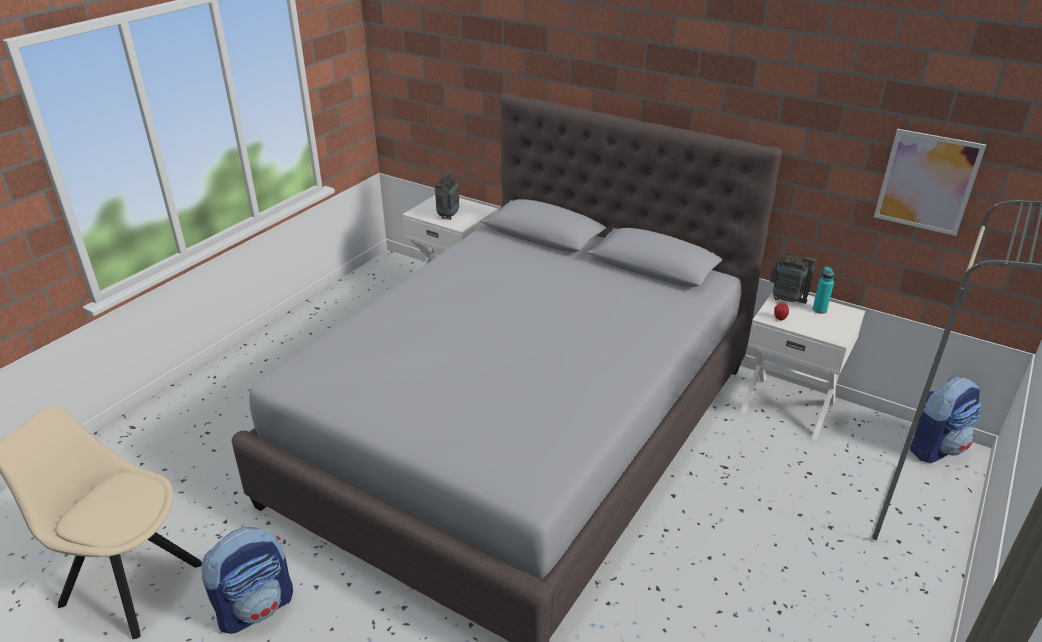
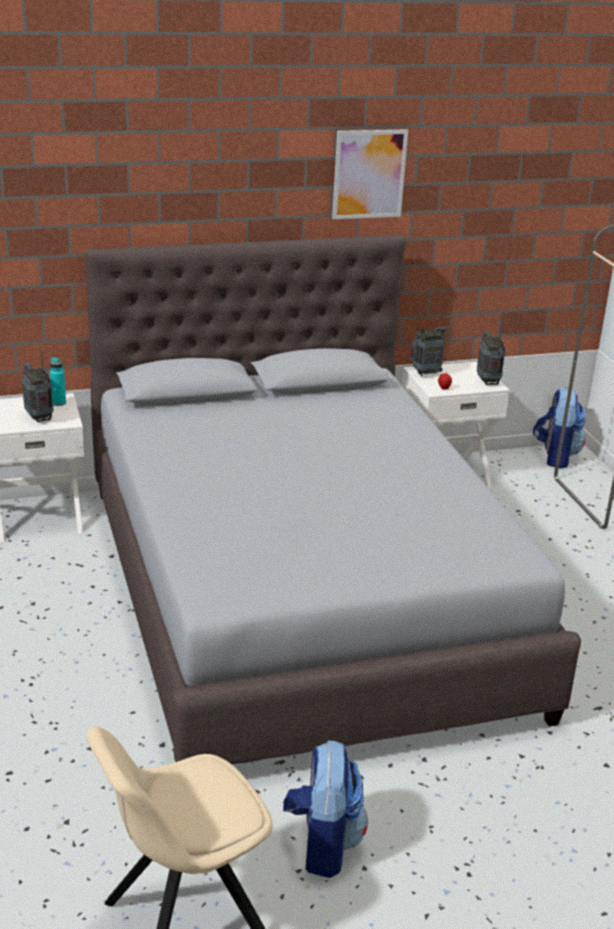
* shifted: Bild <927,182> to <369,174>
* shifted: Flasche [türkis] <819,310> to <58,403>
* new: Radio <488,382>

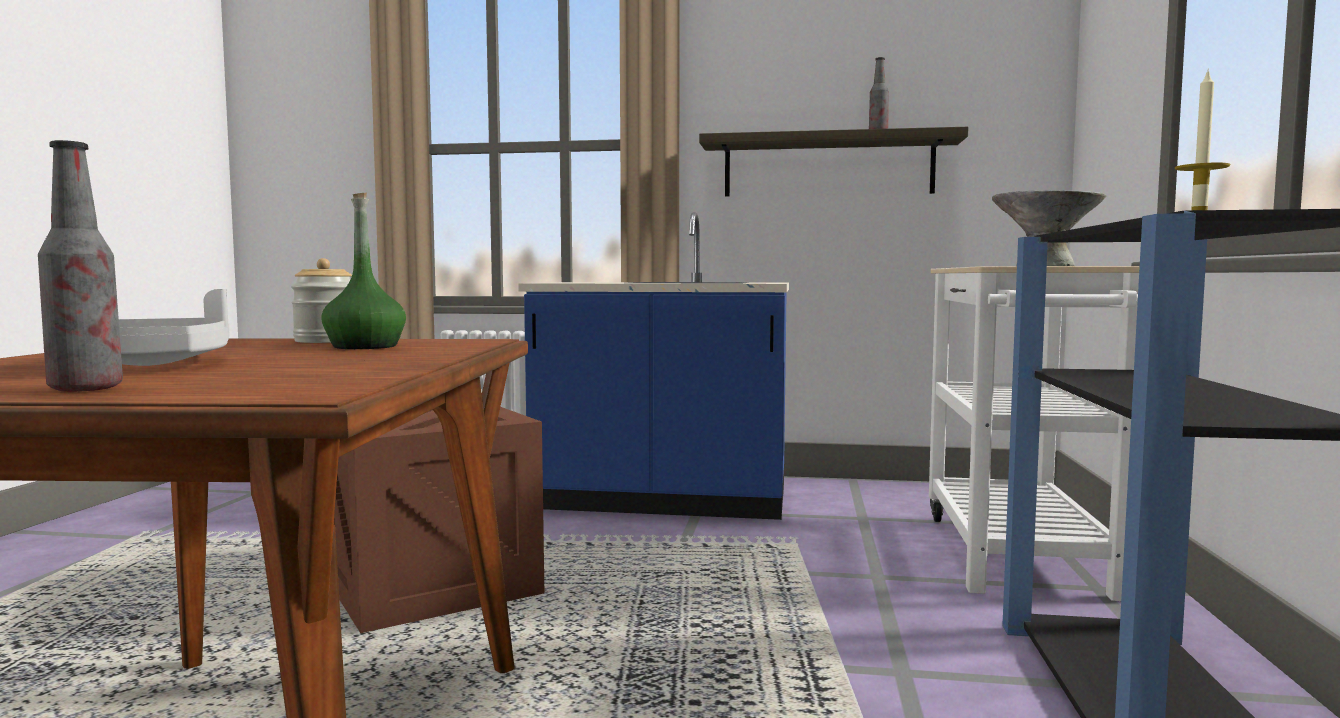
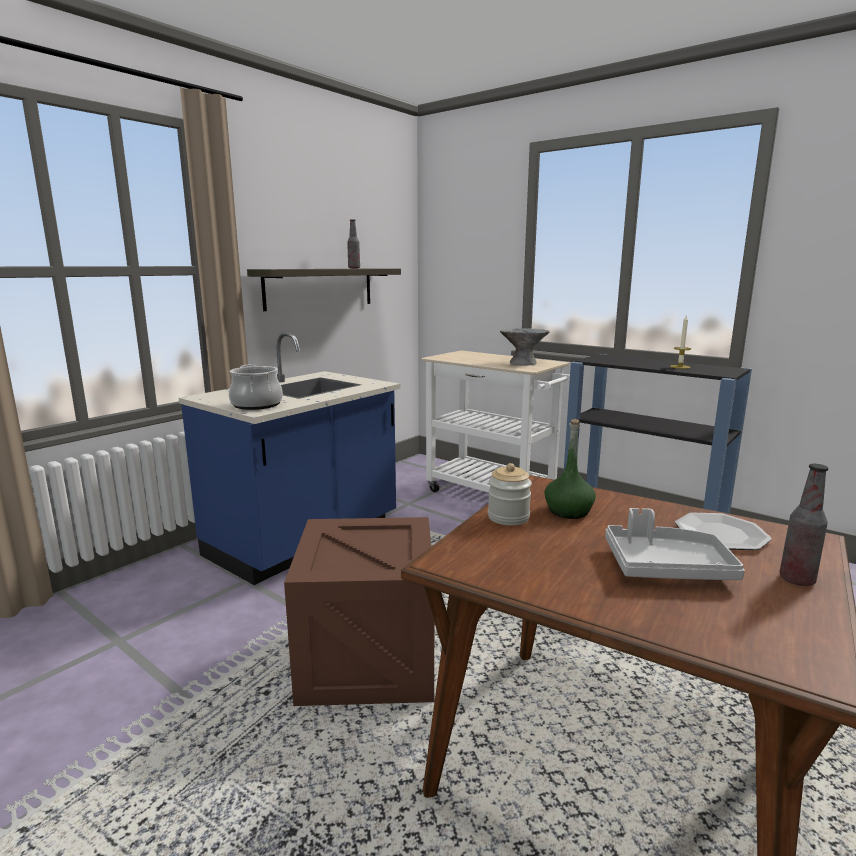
* new: Kochtopf <257,405>
* new: Teller <720,534>

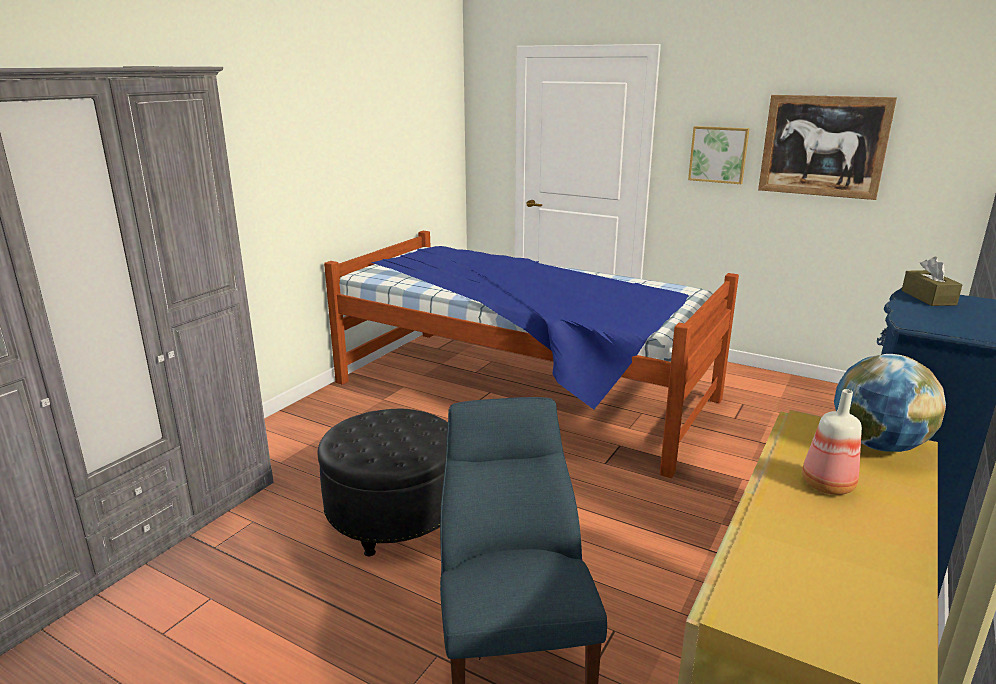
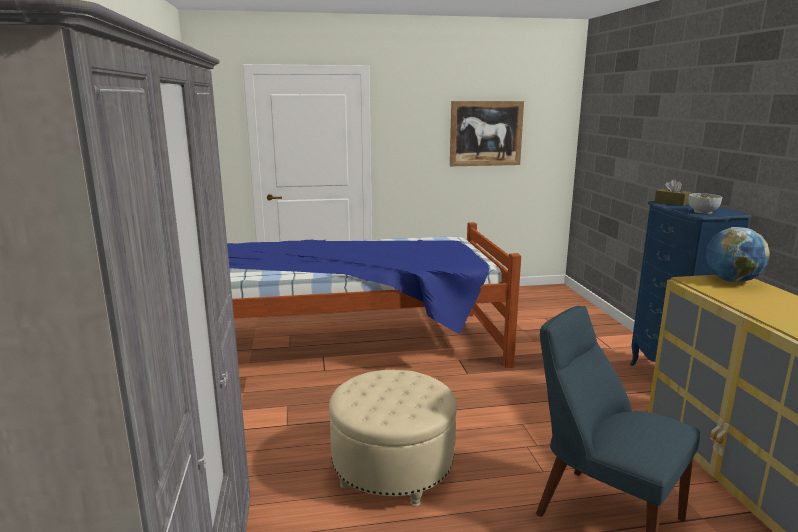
* gone: Bild <718,154>
* gone: Flasche <827,486>
* repainted: Polsterhocker [schwarz] <394,517> to Polsterhocker [beige] <393,470>
* new: Schüssel <702,212>

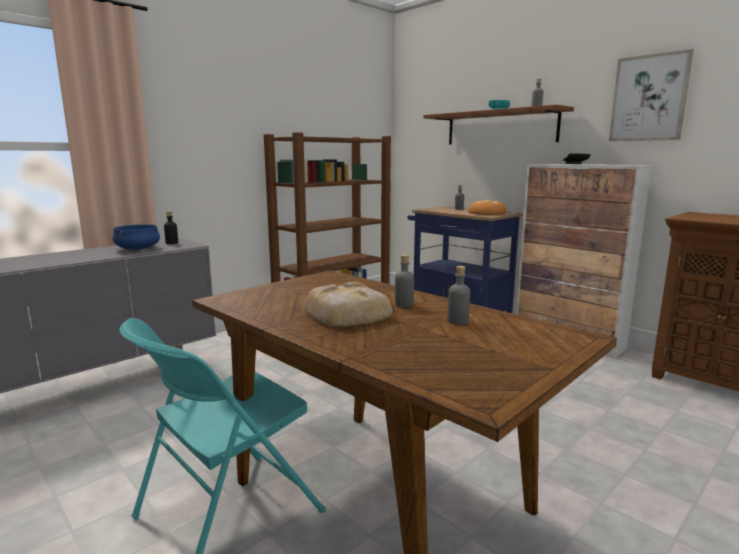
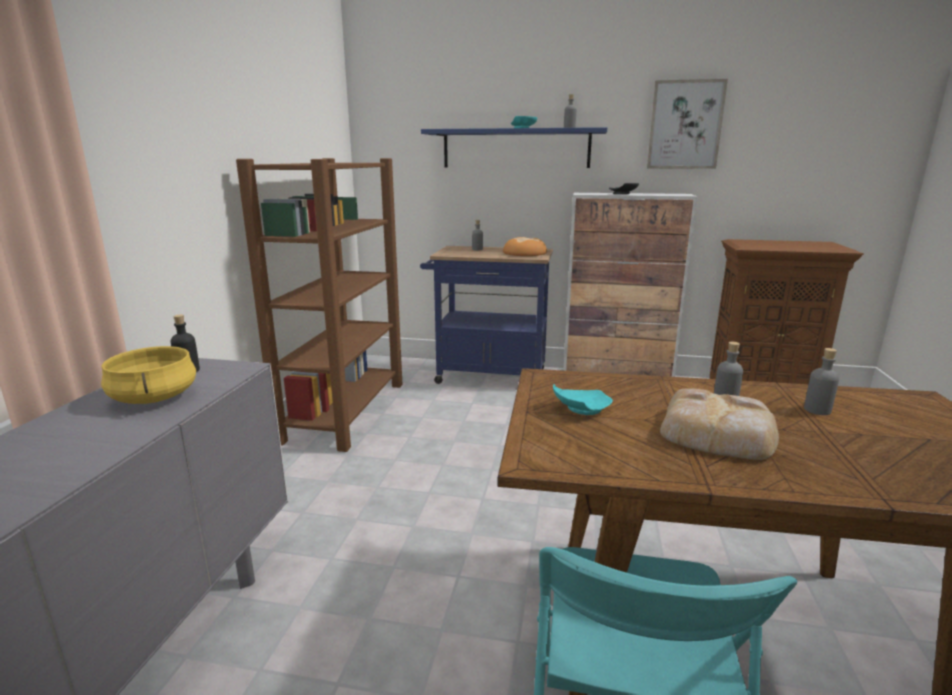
* repainted: Wandregal [braun] <500,128> to Wandregal [blau] <516,149>
* repainted: Kochtopf [blau] <137,248> to Kochtopf [gelb] <153,397>
* new: Teller [türkis] <580,409>

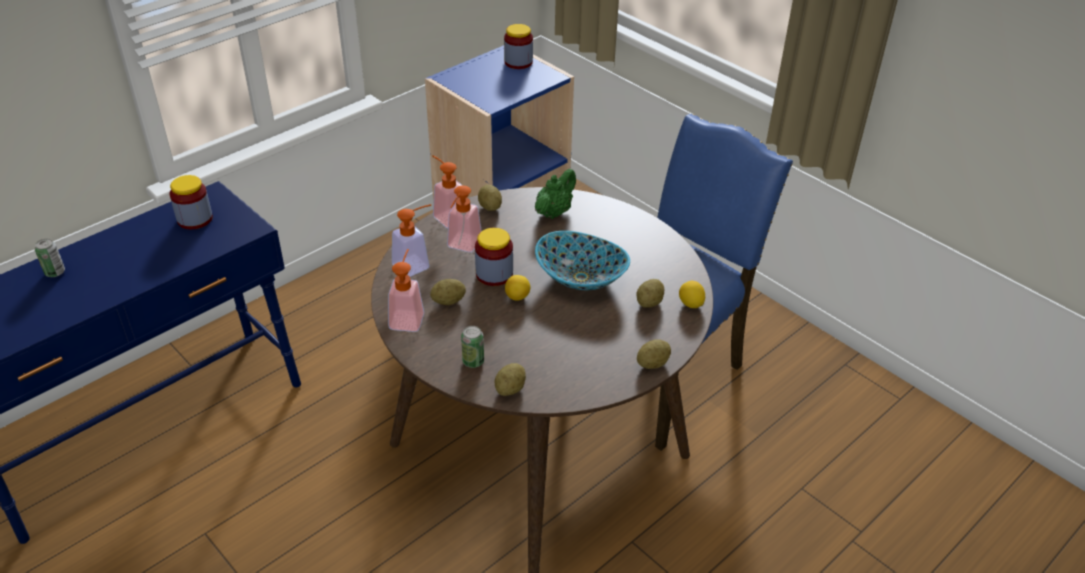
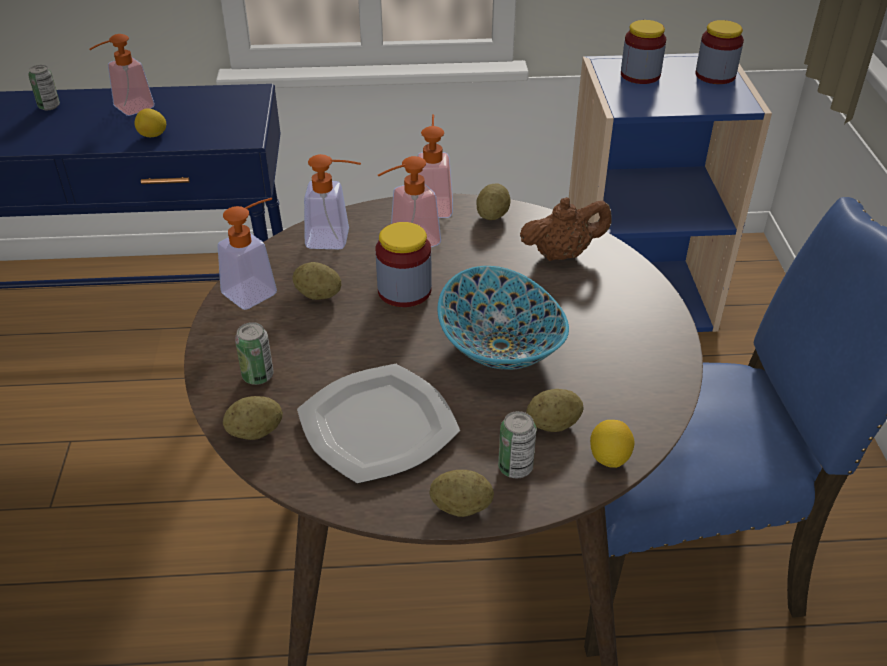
* repainted: Teekanne [grün] <554,212> to Teekanne [braun] <562,254>
* shifted: Vorratsglas <195,219> to <640,75>
* shifted: Zitrone <517,297> to <153,136>
* new: Seifenspender <128,109>
* new: Teller <377,427>
* new: Dose <515,467>

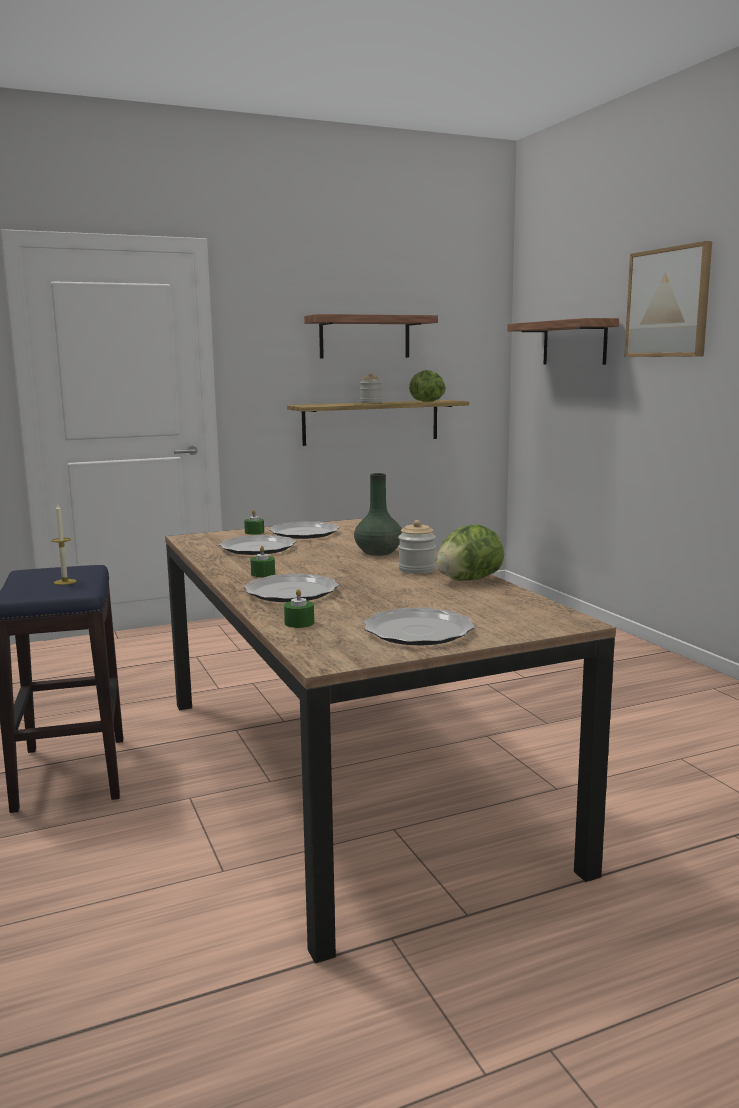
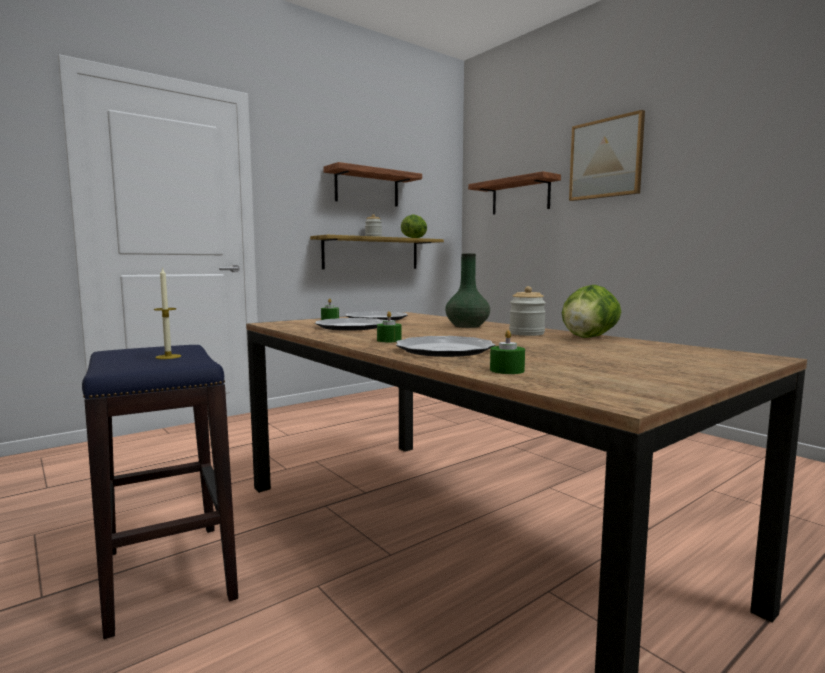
* gone: Teller <419,631>

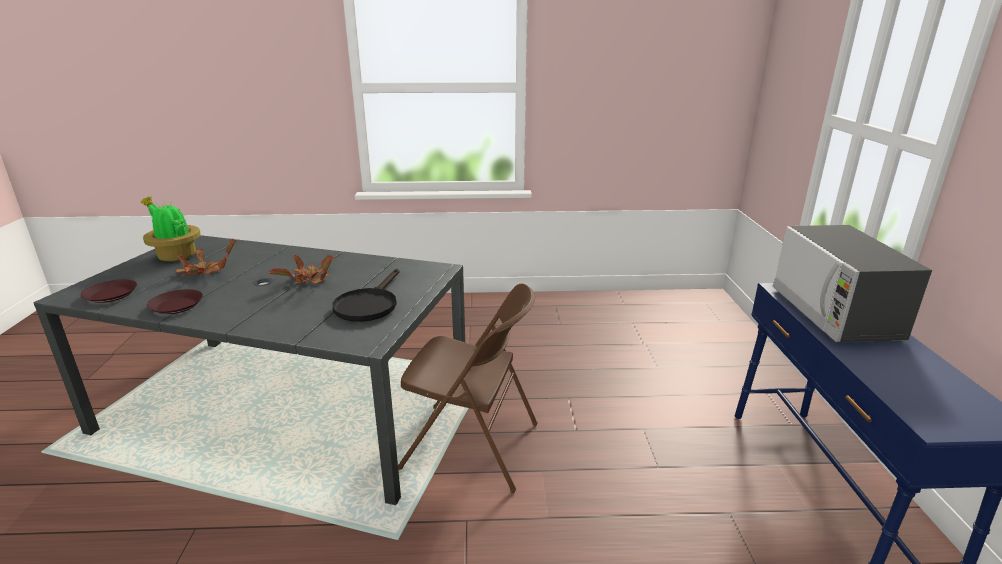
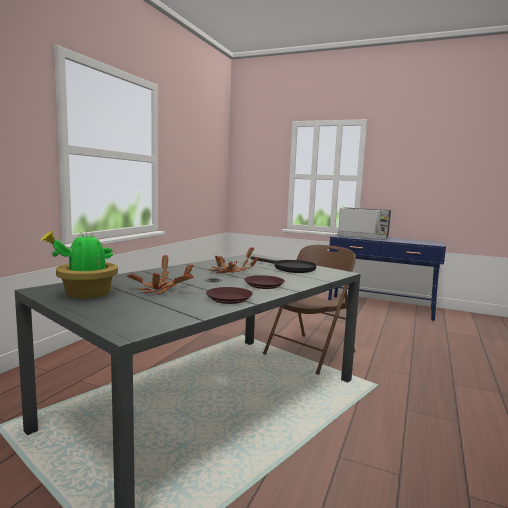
* shifted: Teller [braun] <111,295> to <264,285>

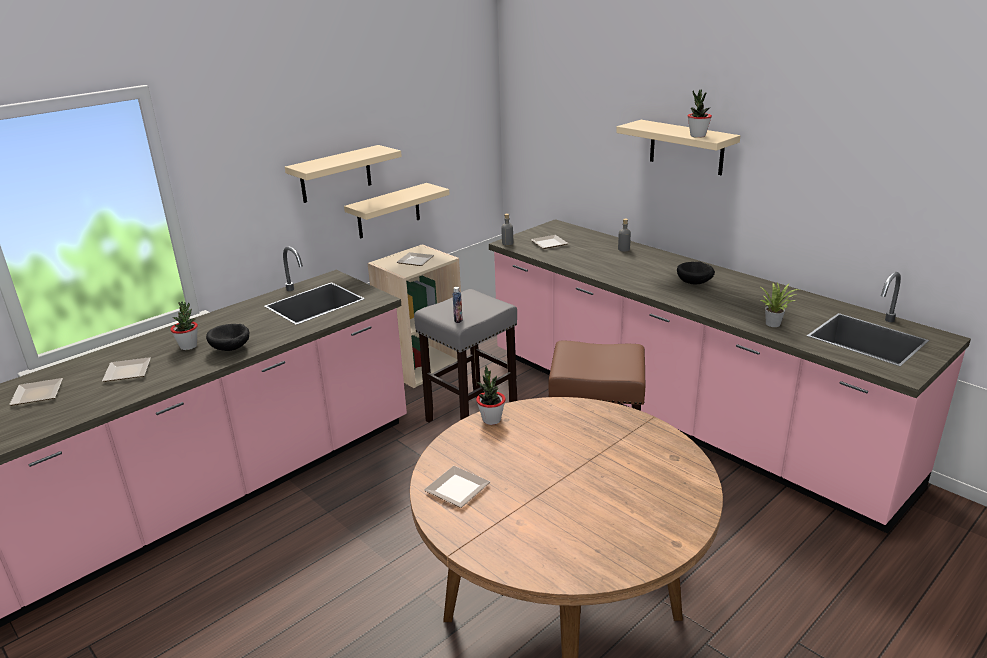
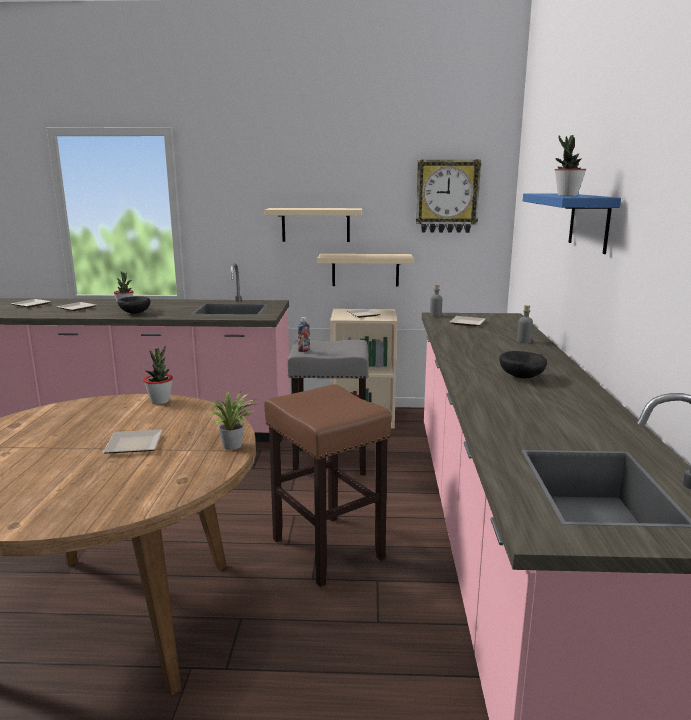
* repainted: Wandregal [beige] <686,147> to Wandregal [blau] <589,221>
* shifted: Topfpflanze <774,323> to <234,446>
* shifted: Teller <459,489> to <135,445>
* new: Wanduhr <447,196>

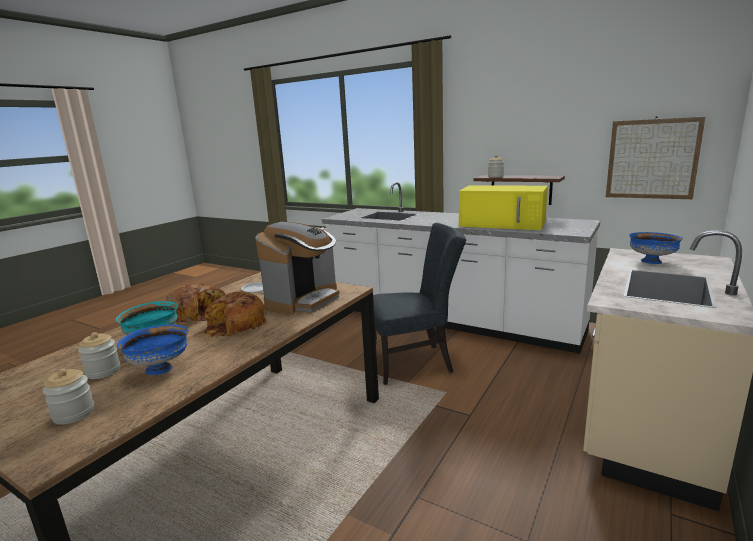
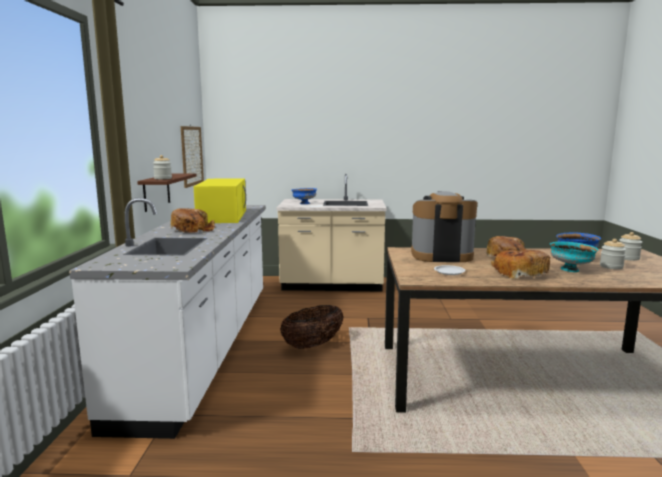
* swapped: Stuhl [grau] <416,362> to Korb <313,345>
* new: Brot <193,229>

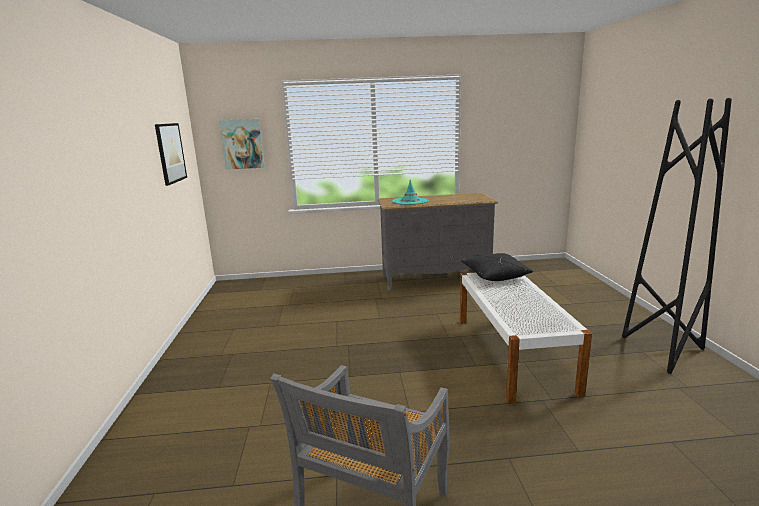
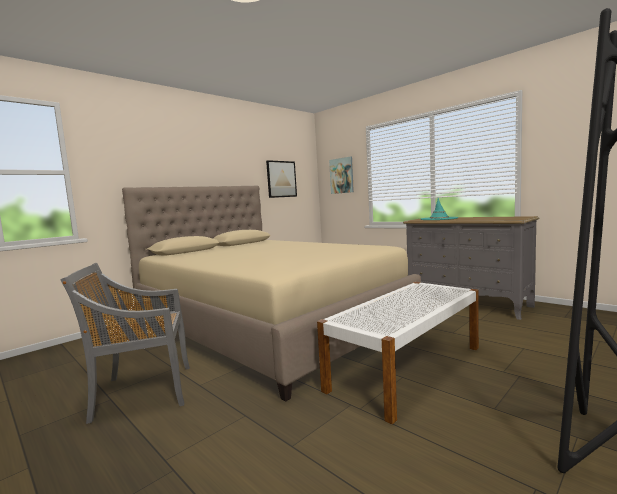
* gone: Kissen [schwarz] <495,276>
* new: Bett [beige] <269,323>

